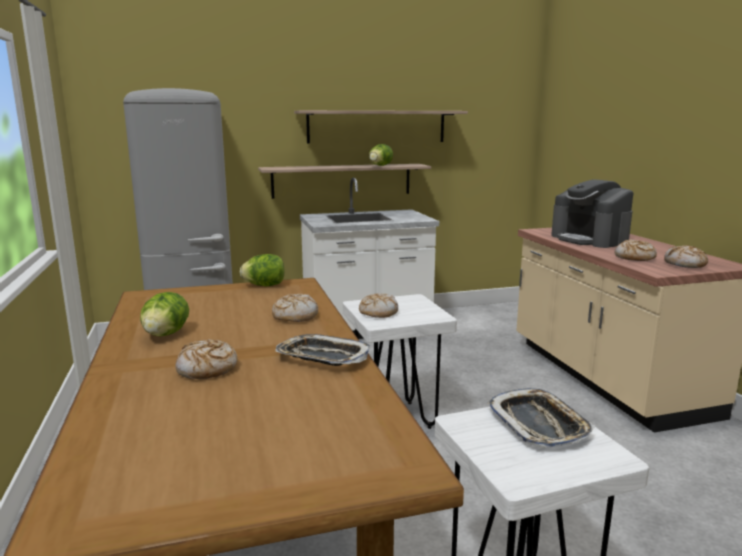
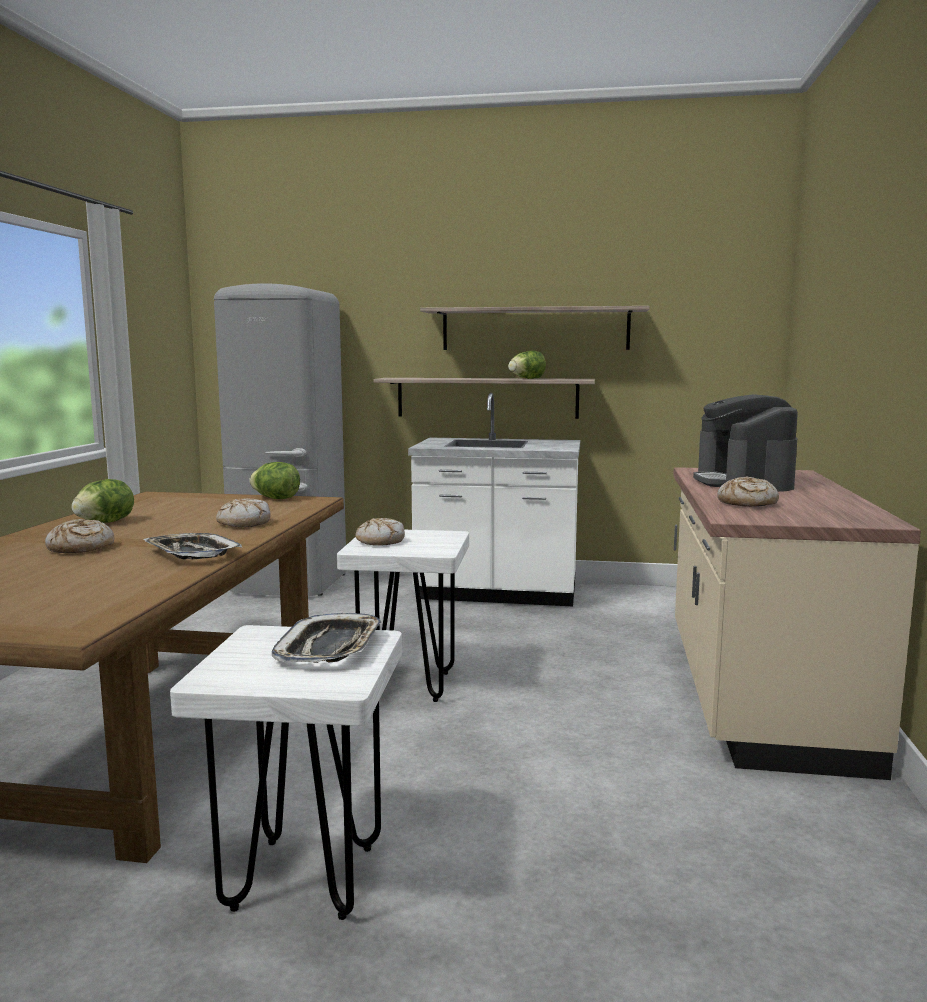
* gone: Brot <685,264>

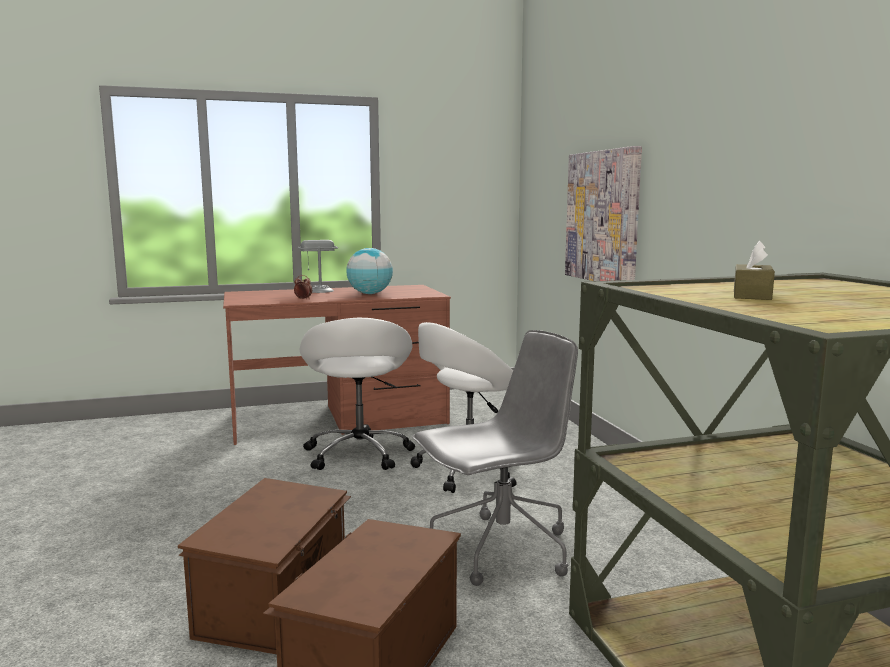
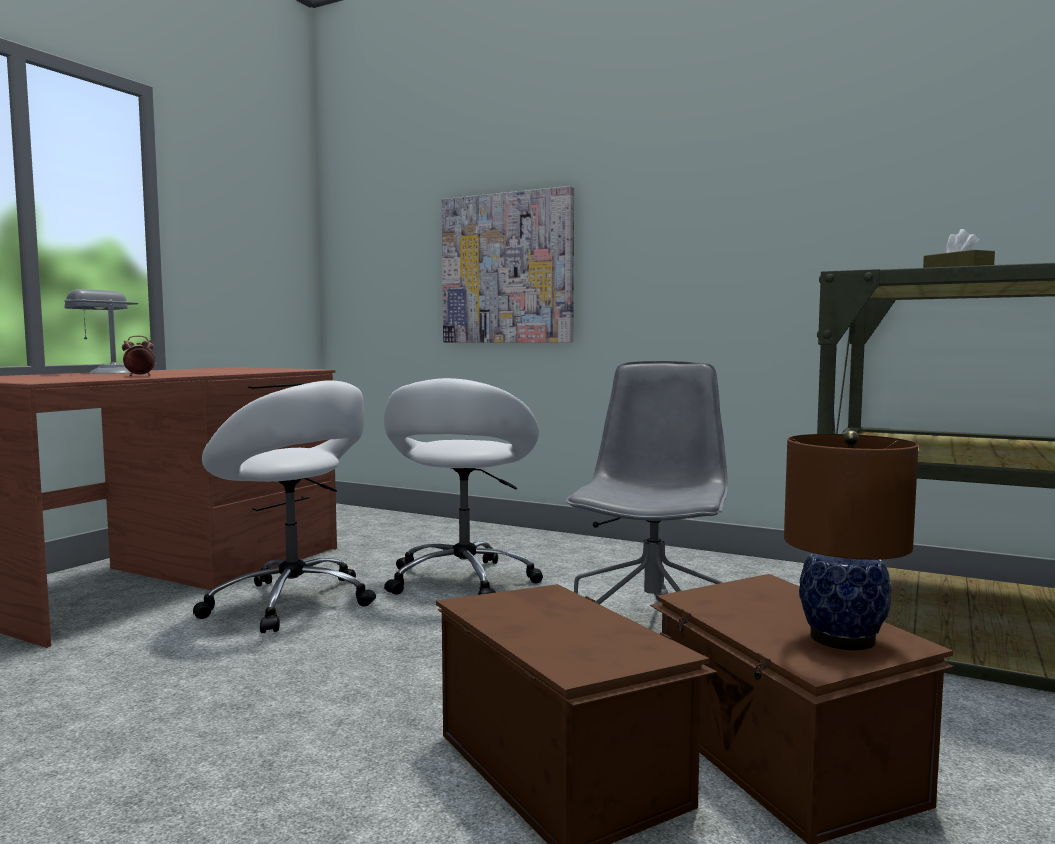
* gone: Globus <370,294>
* new: Tischlampe [braun] <842,638>

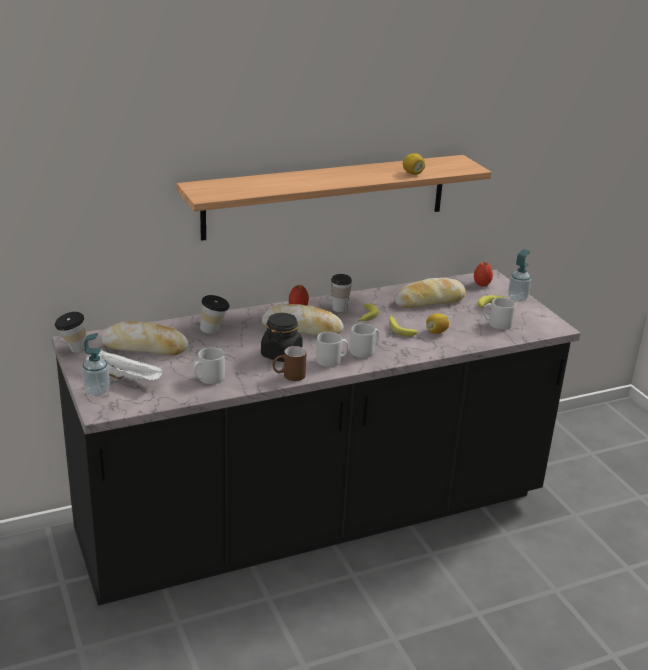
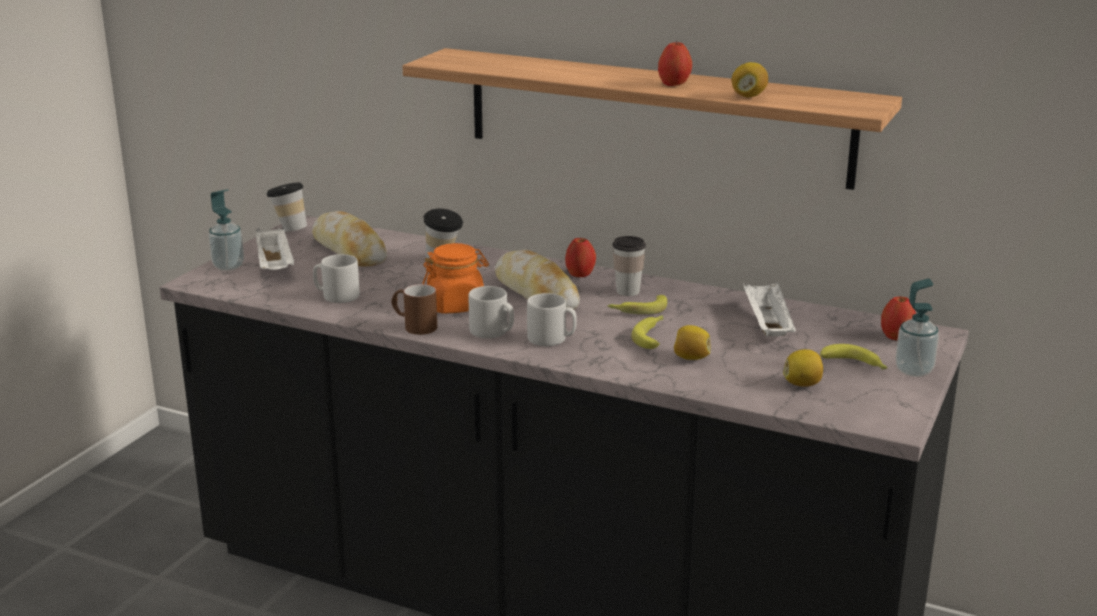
* swapped: Brot <429,301> to Tablett [weiß] <767,326>
* swapped: Henkelbecher [grau] <497,324> to Zitrone <802,384>
* repainted: Vorratsglas [schwarz] <281,354> to Vorratsglas [orange] <456,305>
* new: Apfel <674,84>

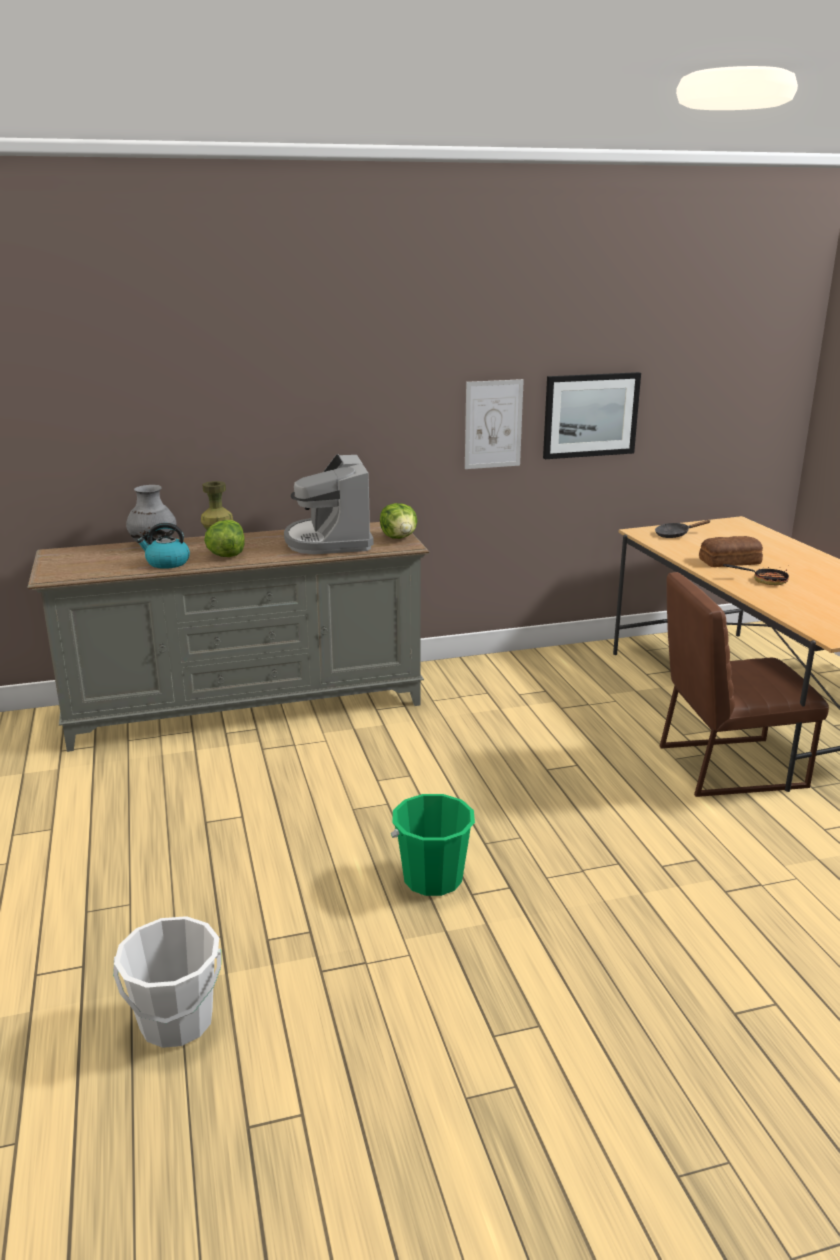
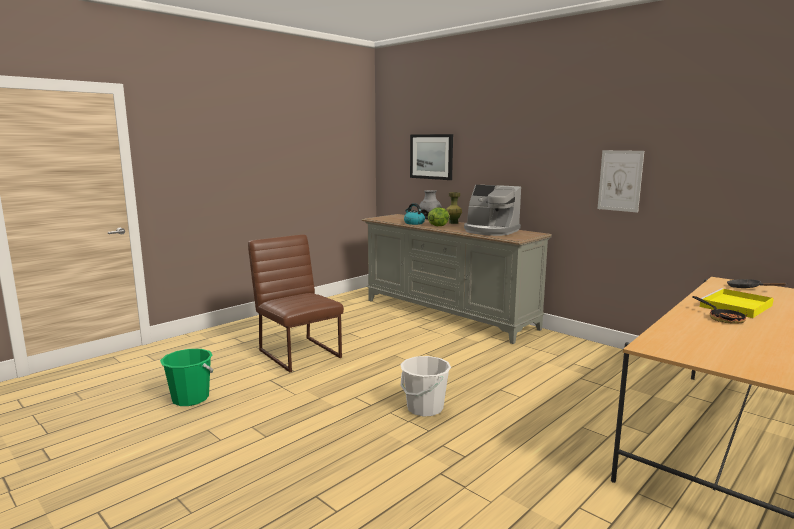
* shifted: Bild <590,415> to <431,156>
* rotated: Kaffeemaschine <329,541> = <490,231> 105 degrees counterclockwise
* gone: Salatkopf <399,537>
* swapped: Brot <731,562> to Tablett [gelb] <735,306>
* shifted: Stuhl [braun] <726,766> to <299,353>
* shifted: Eimer [grün] <433,879> to <190,398>
* shifted: Eimer [weiß] <176,1022> to <424,408>

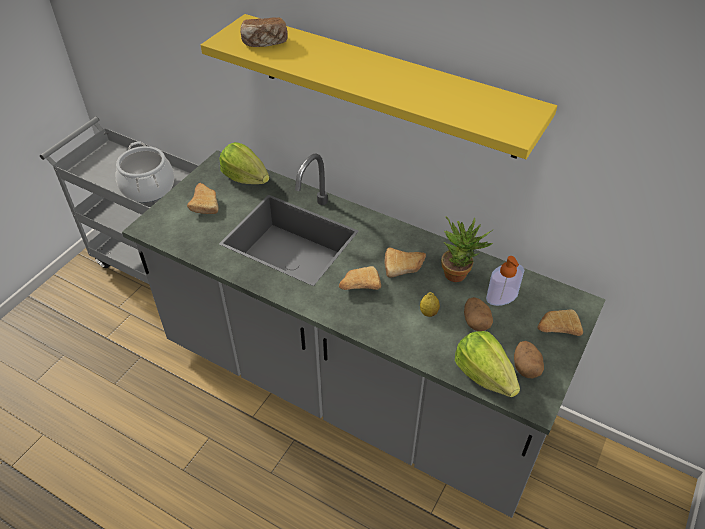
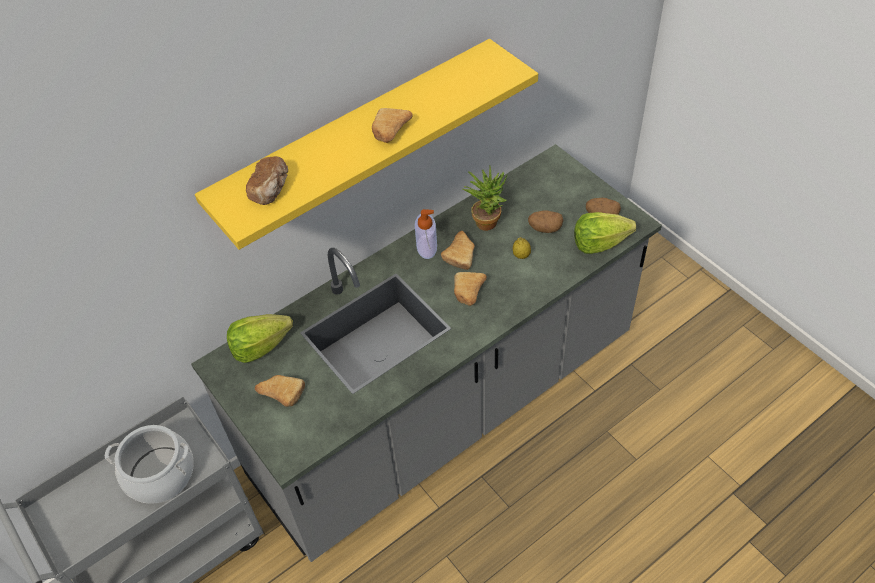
* shifted: Seifenspender <502,296> to <426,247>
* shifted: Brot <556,329> to <389,133>

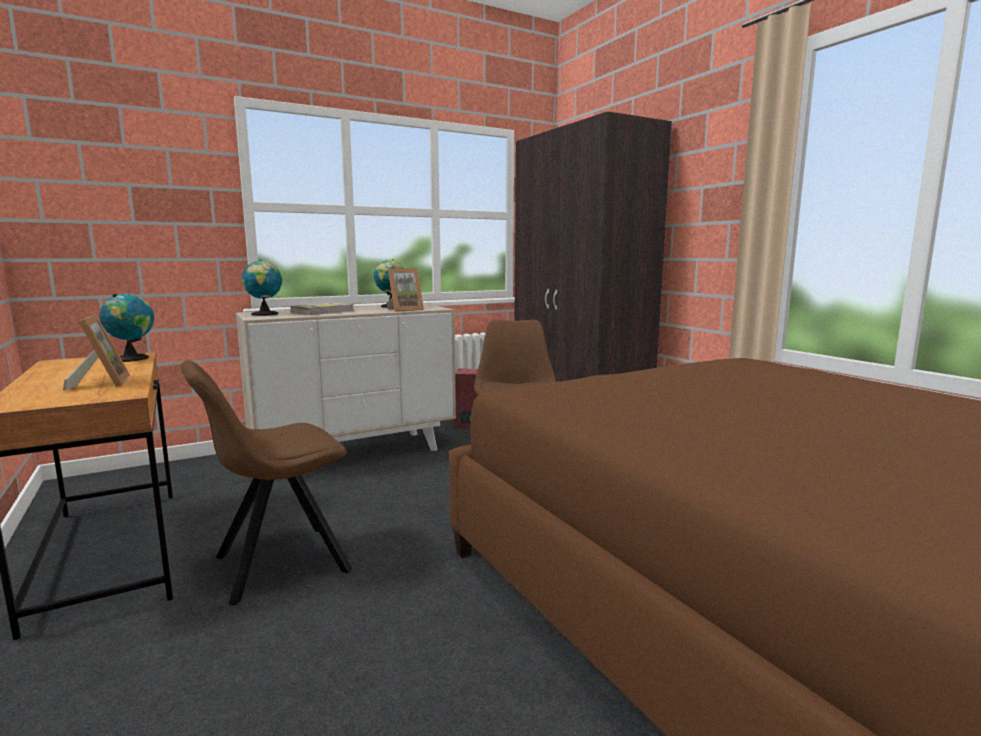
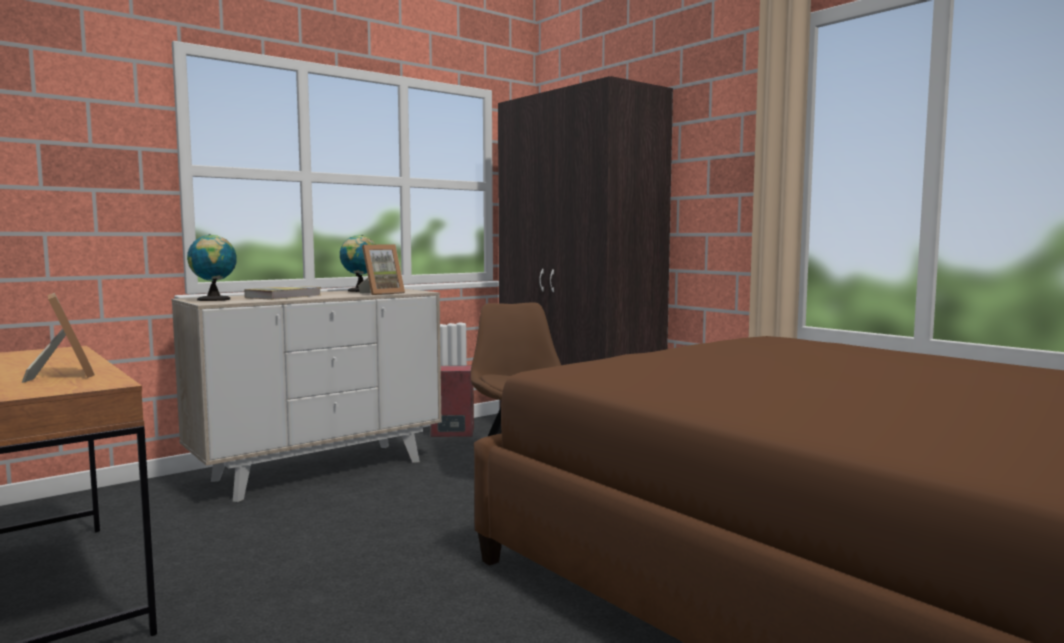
* gone: Globus <133,358>
* gone: Stuhl [braun] <280,564>

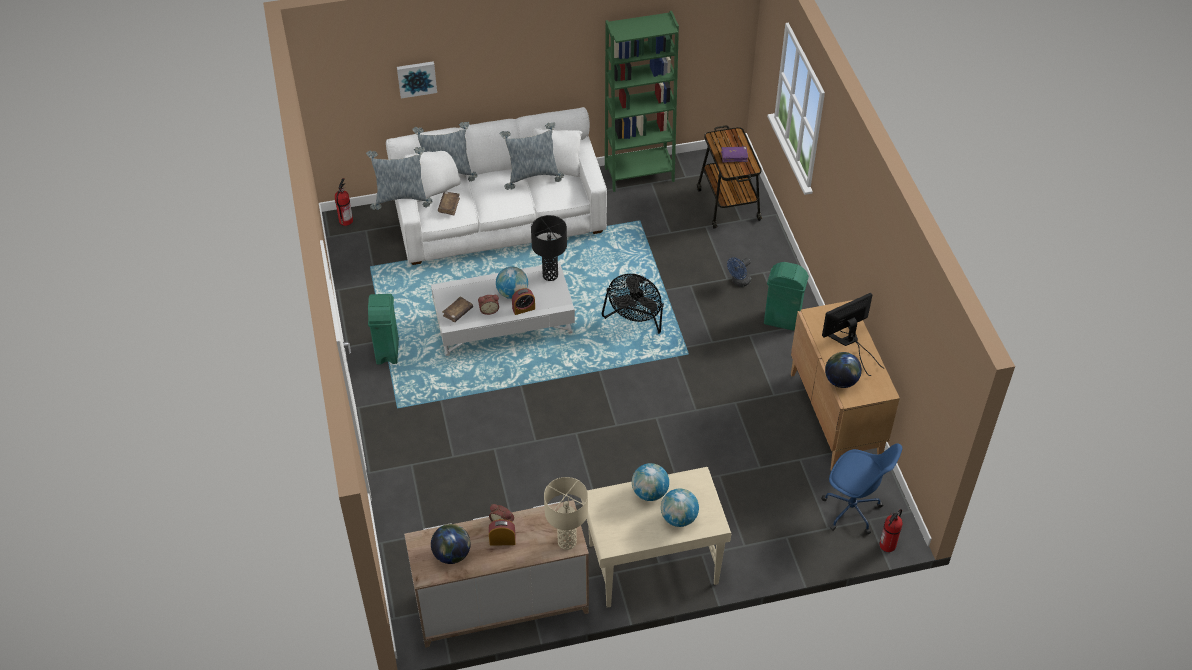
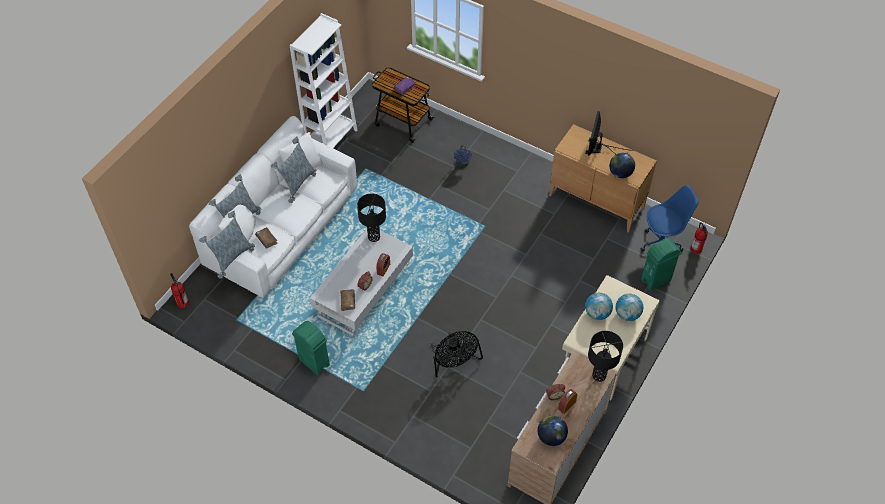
* repainted: Bücherregal [grün] <639,174> to Bücherregal [weiß] <331,140>
* gone: Bild <416,78>
* shifted: Mülleimer [grün] <782,321> to <656,280>
* gone: Globus <512,293>
* shifted: Ventilator [schwarz] <634,316> to <452,361>
* repainted: Tischlampe [beige] <566,541> to Tischlampe [schwarz] <599,375>

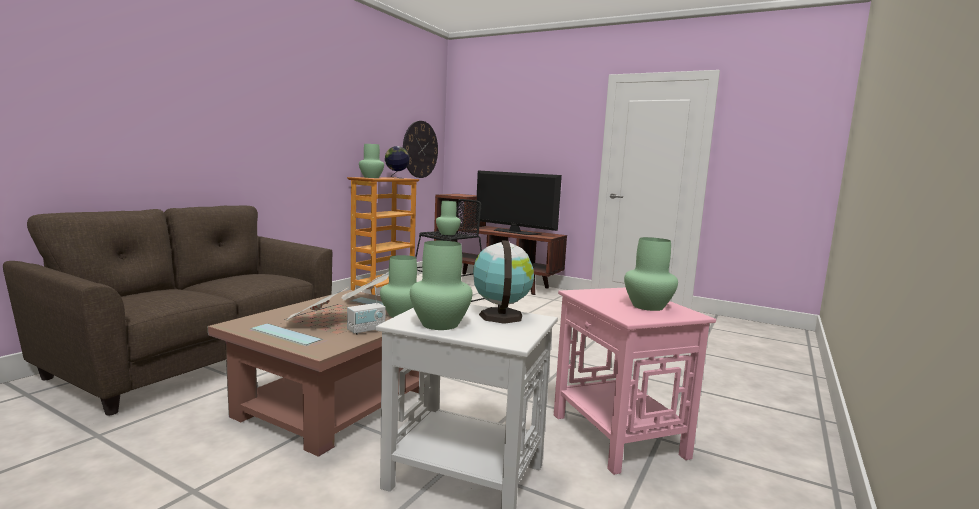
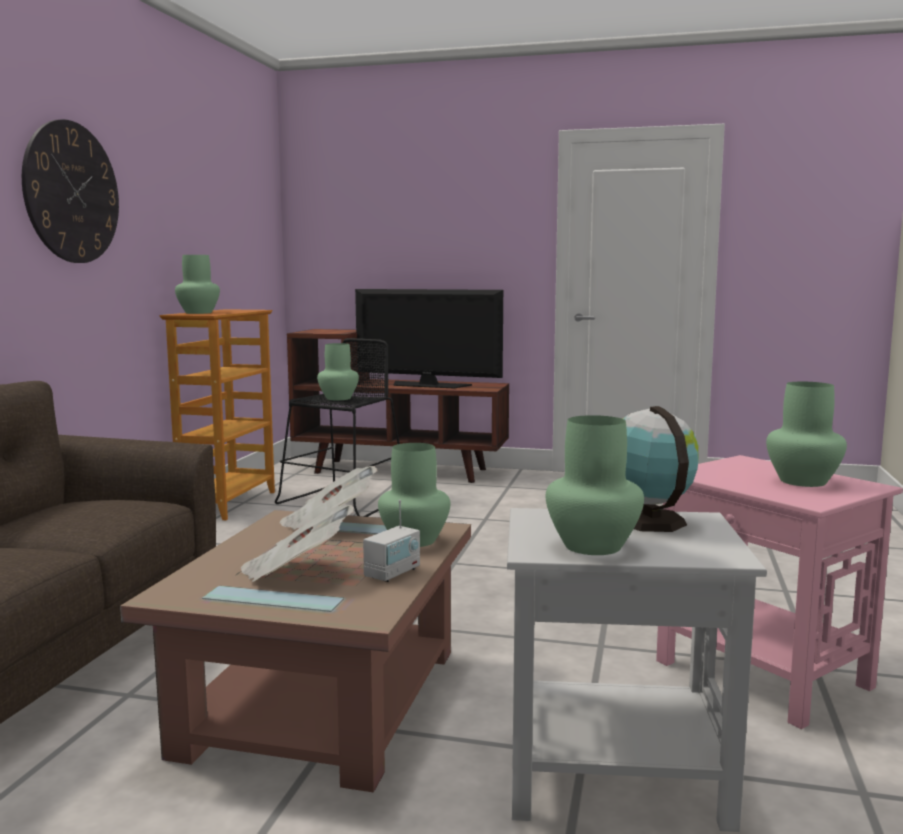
* shifted: Wanduhr <420,149> to <72,192>
* gone: Globus <396,178>

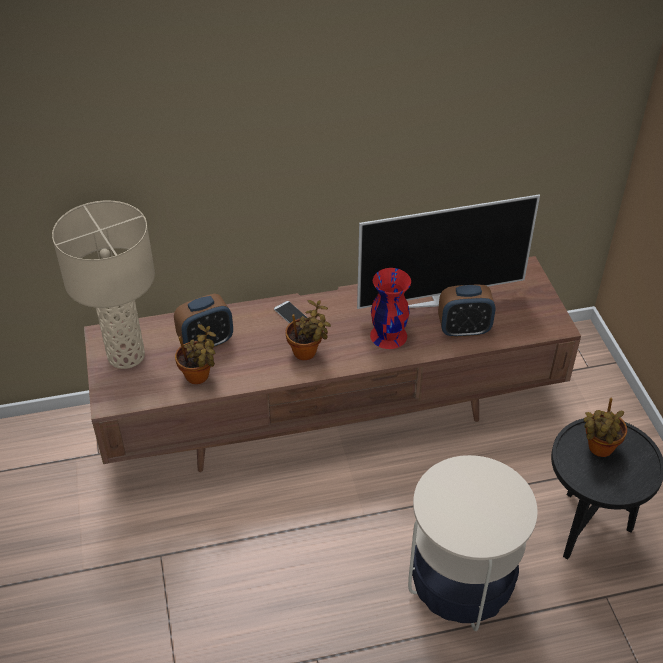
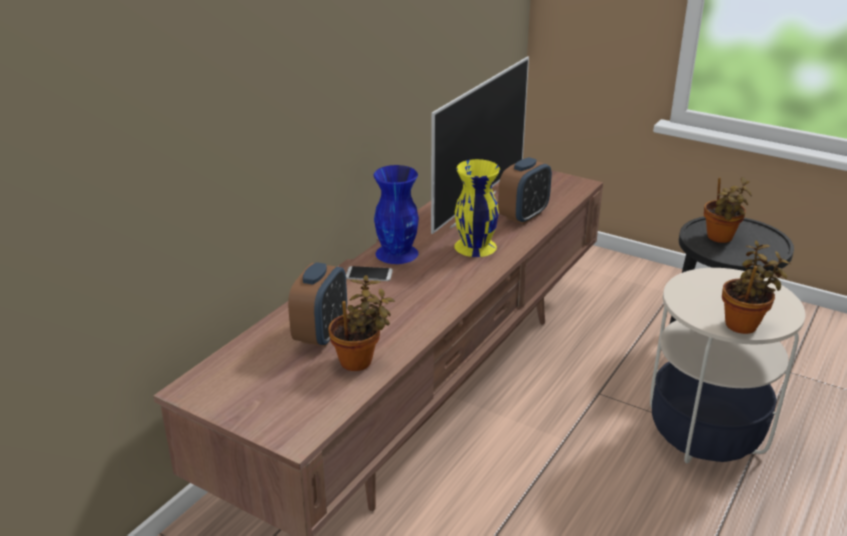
* gone: Tischlampe [beige] <126,356>
* repainted: Vase [rot] <388,335> to Vase [gelb] <474,246>
* shifted: Topfpflanze <307,353> to <744,324>
* new: Vase [blau] <397,253>

